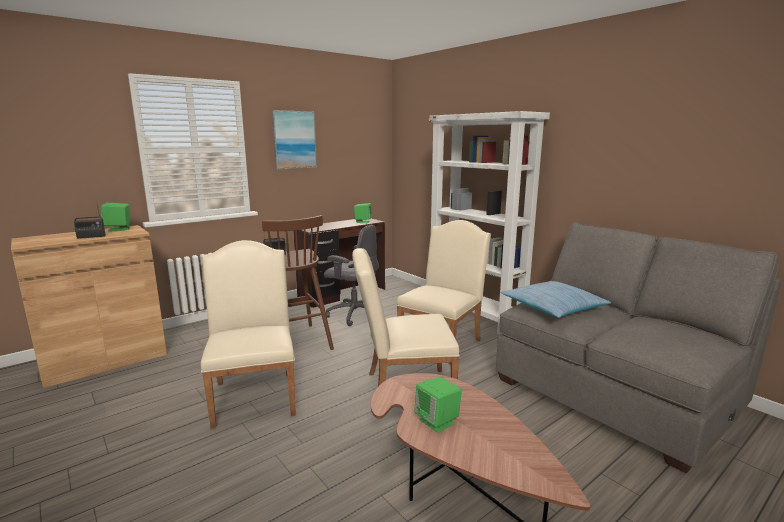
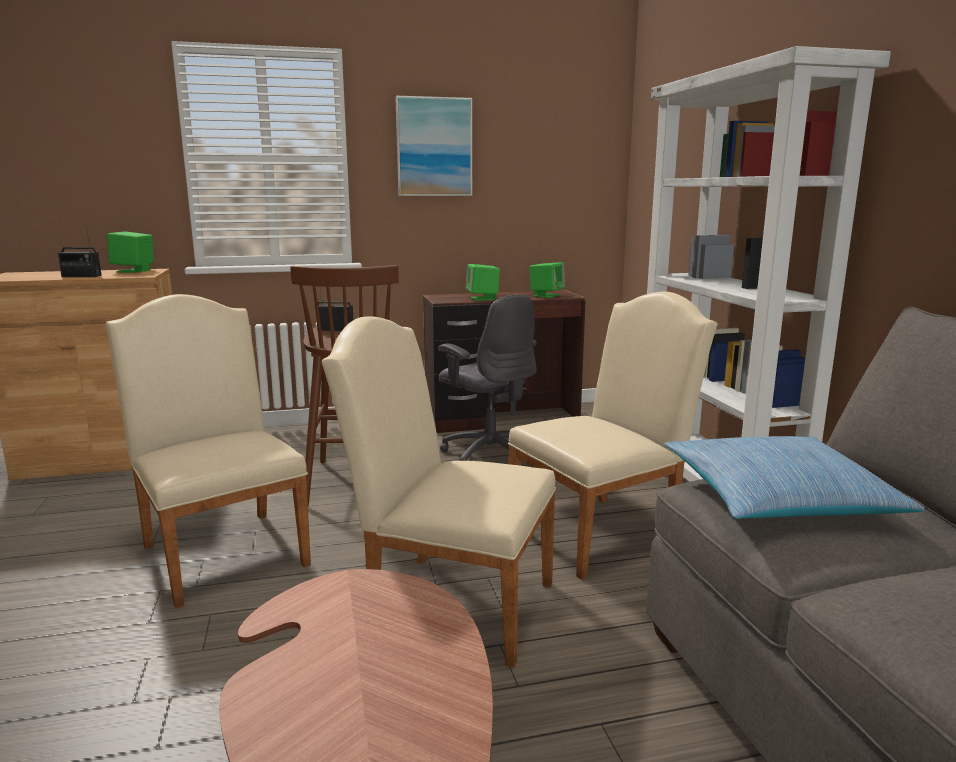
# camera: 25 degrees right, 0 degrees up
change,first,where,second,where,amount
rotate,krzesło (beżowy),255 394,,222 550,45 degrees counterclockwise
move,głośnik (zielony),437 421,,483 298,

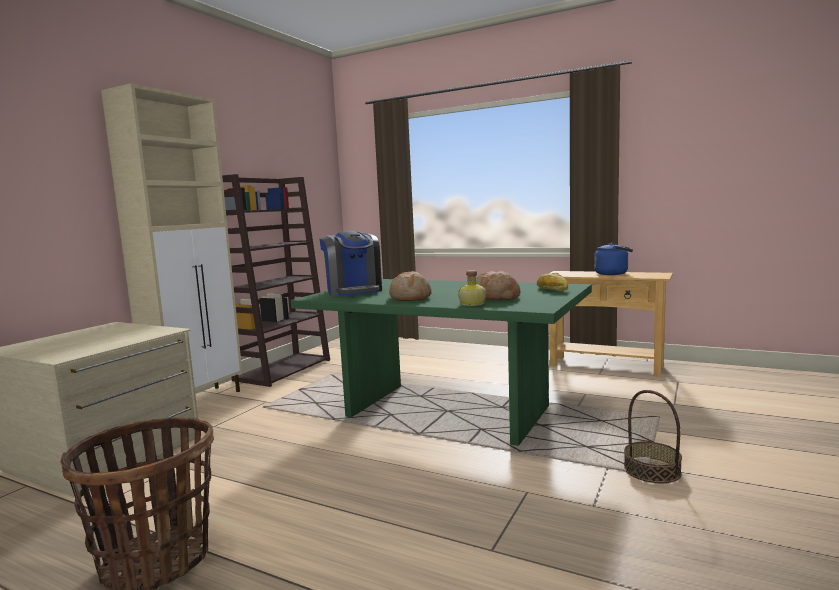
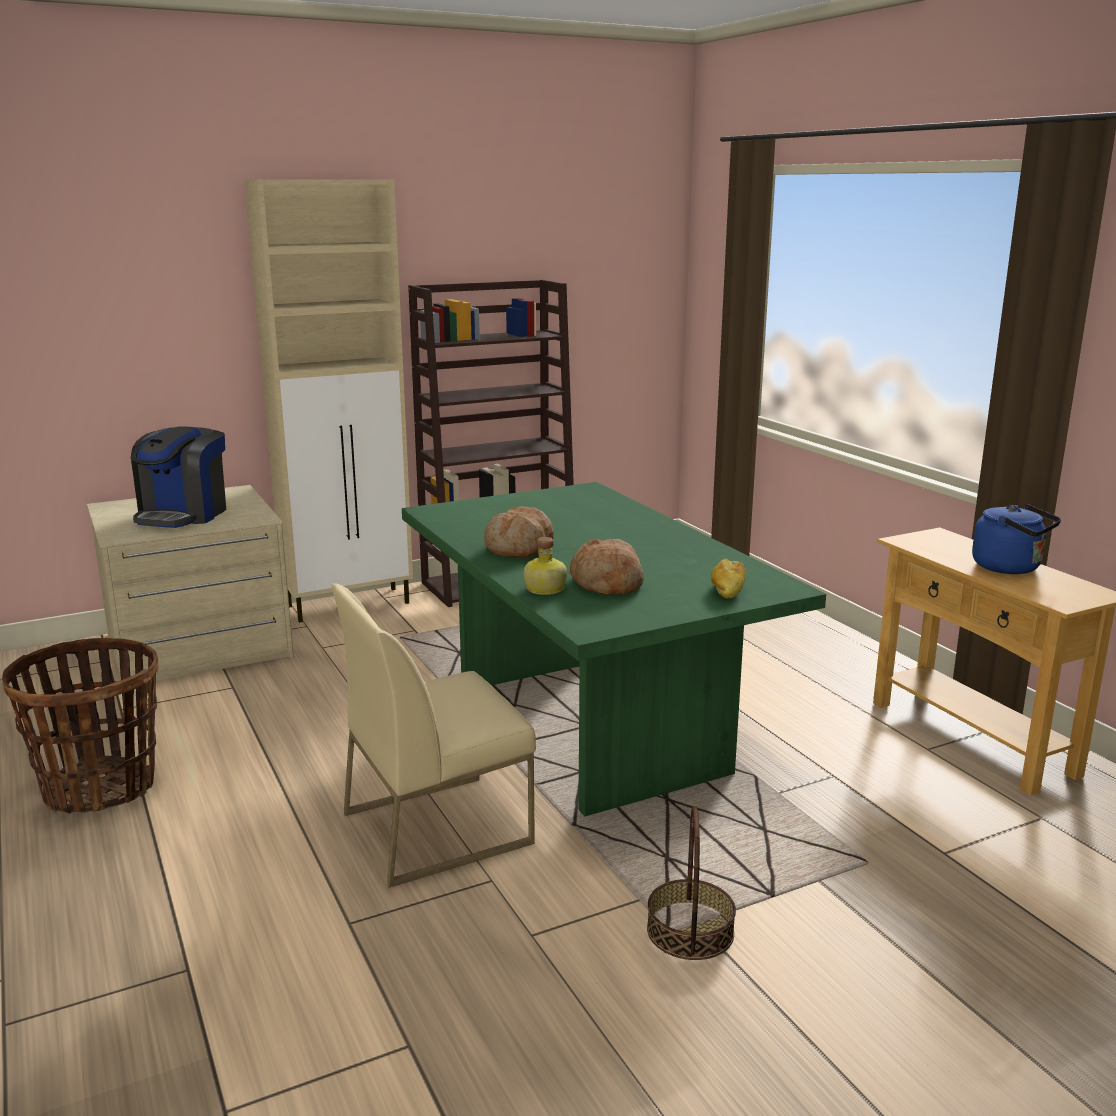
# camera: 35 degrees right, 10 degrees up
change,first,where,second,where,amount
move,ekspres do kawy,353 291,,183 515,
insert,,,krzesło (beżowy),438 827,

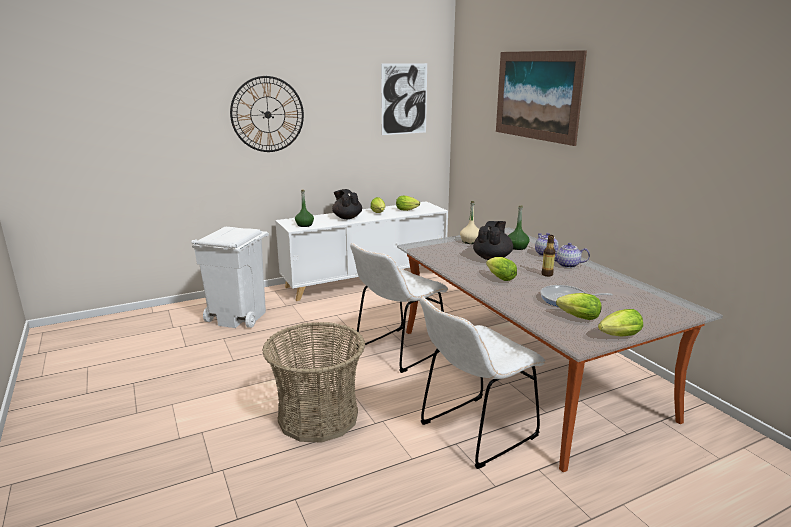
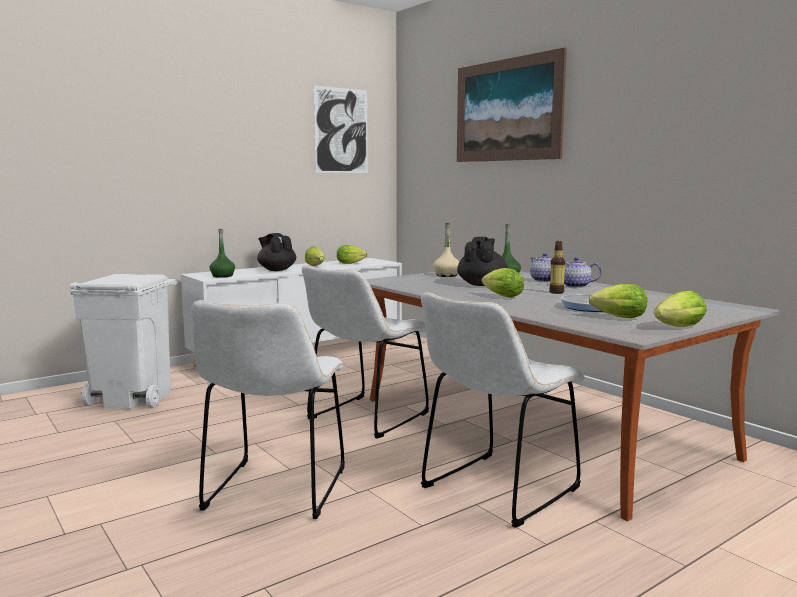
# camera: 10 degrees left, 10 degrees down
change,first,where,second,where,amount
delete,zegar ścienny,267 114,,,
replace,koszyk,318 417,krzesło (biały),274 492,

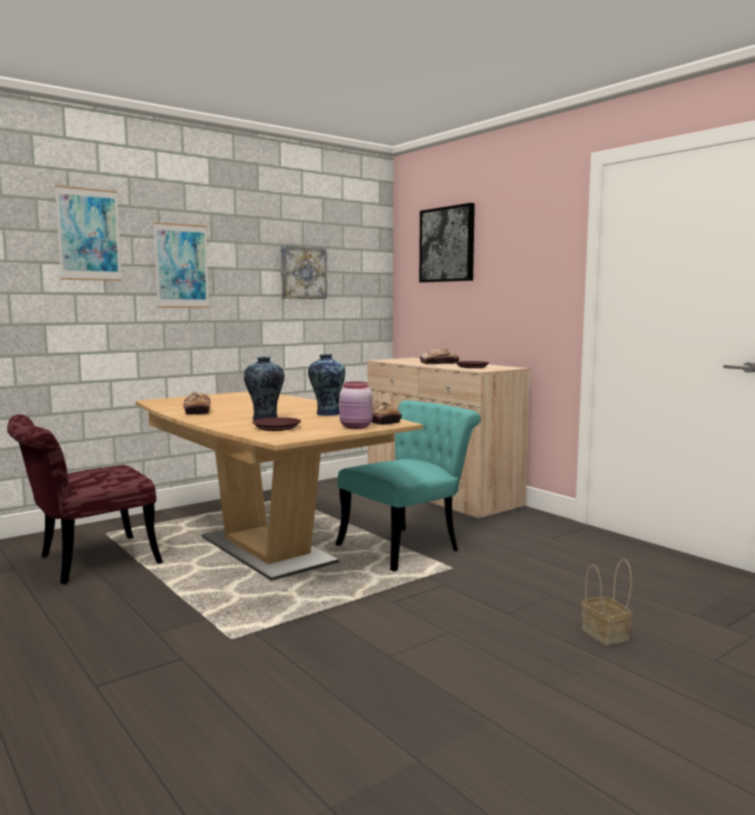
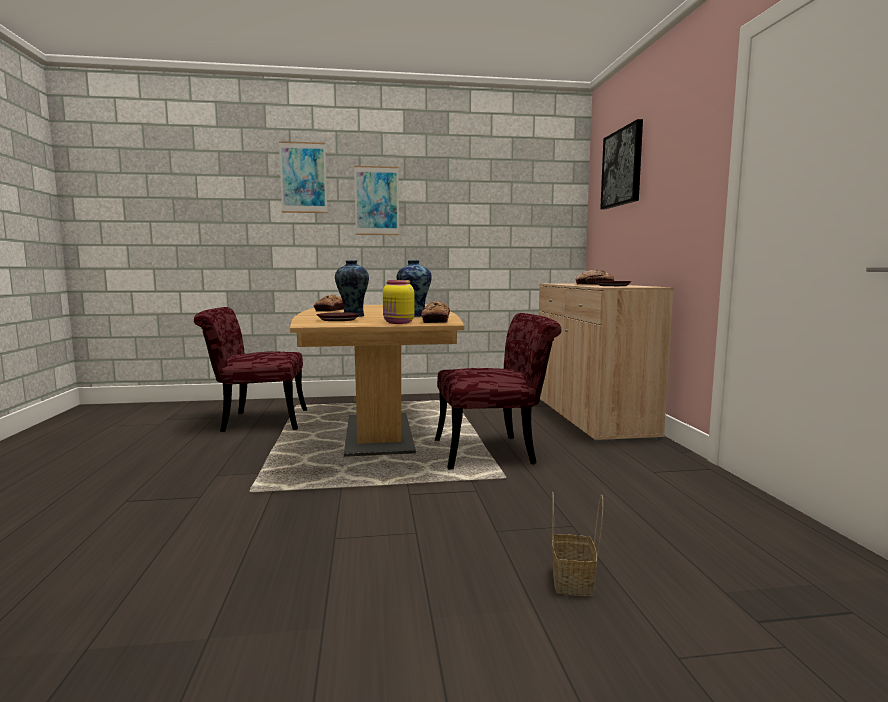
# camera: 30 degrees right, 0 degrees up
change,first,where,second,where,amount
delete,obraz,302 273,,,
recolor,krzesło (turkusowy),407 545,krzesło (czerwony),495 451,
recolor,słoik (różowy),356 427,słoik (żółty),398 323,

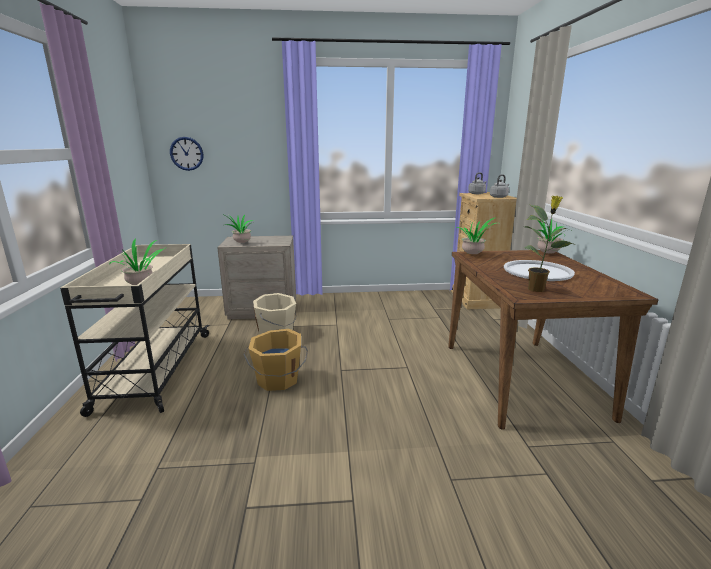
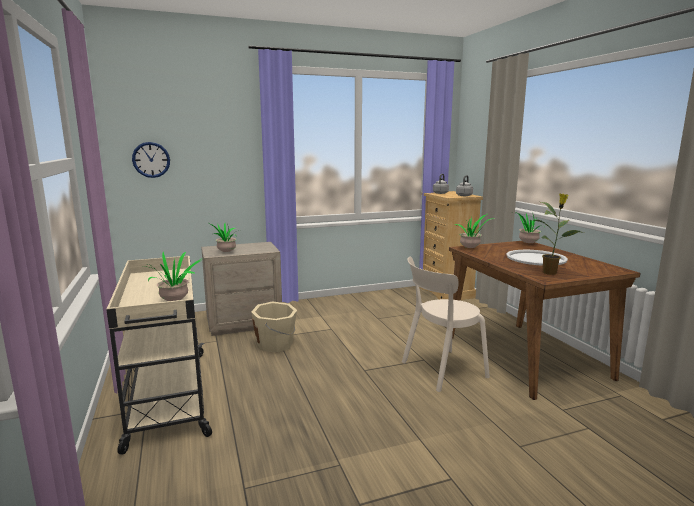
# camera: 15 degrees left, 5 degrees down
change,first,where,second,where,amount
delete,wiadro (pomarańczowy),278 380,,,
insert,,,krzesło (beżowy),440 370,

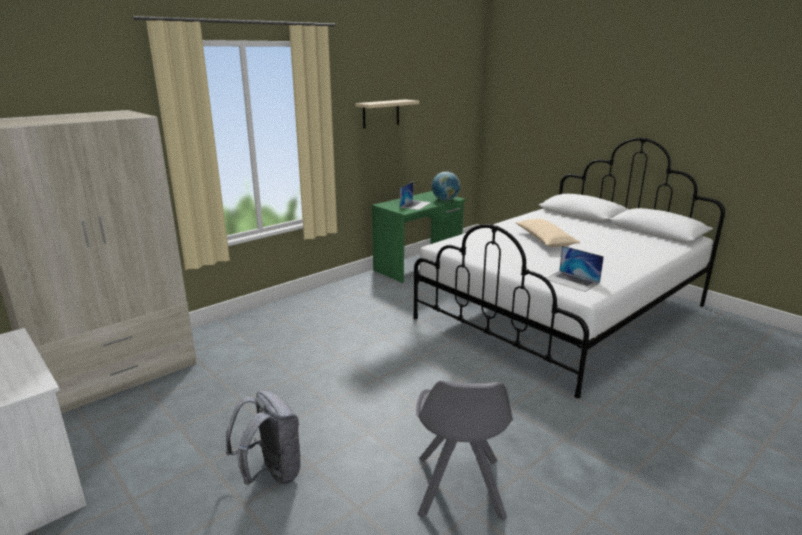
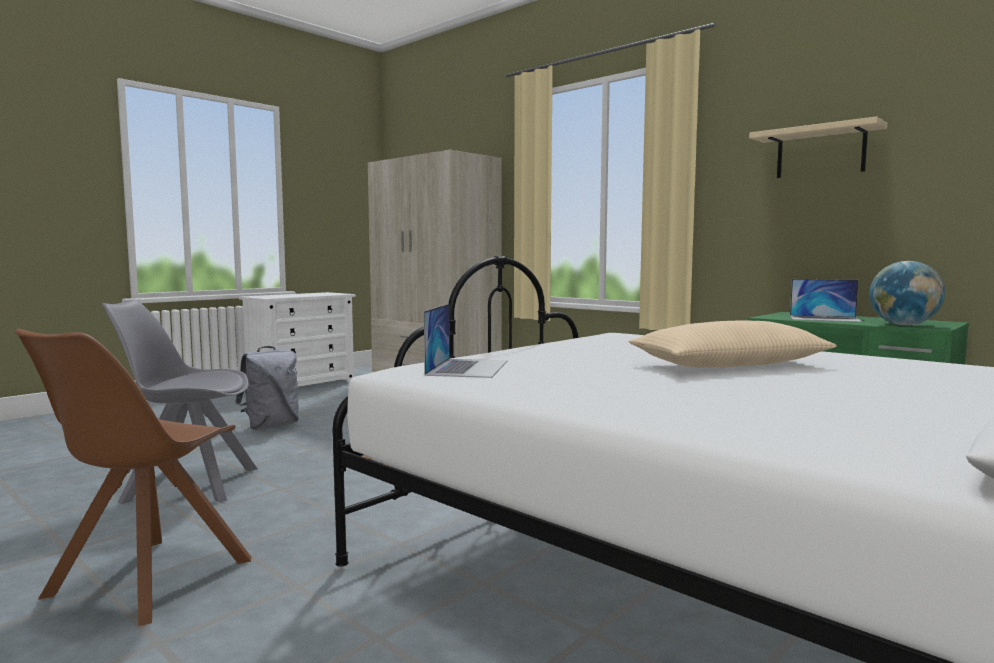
# camera: 85 degrees right, 15 degrees down
change,first,where,second,where,amount
rotate,laptop,572 281,,468 368,150 degrees clockwise
insert,,,krzesło (brązowy),146 581,

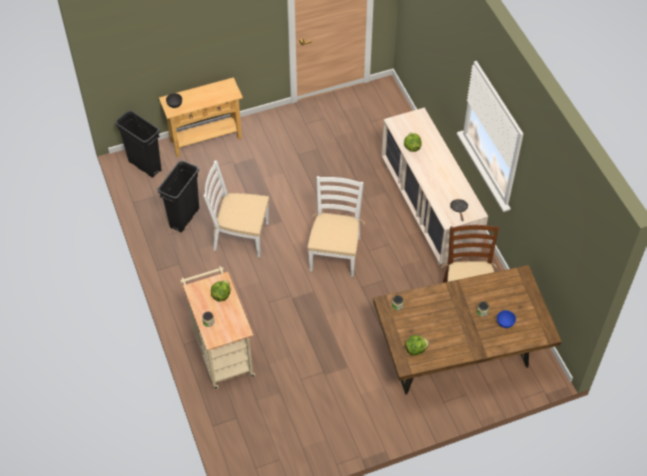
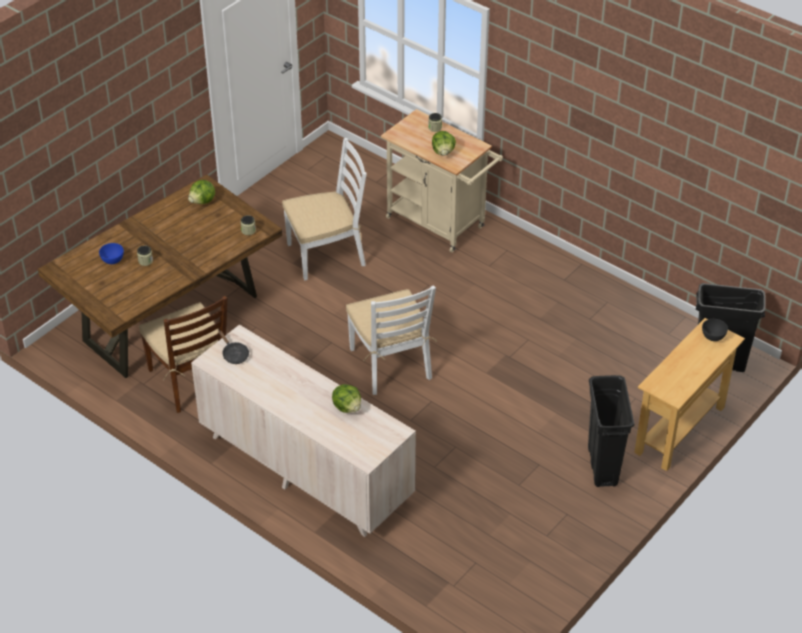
# camera: 150 degrees right, 10 degrees down
change,first,where,second,where,amount
move,kosz na śmieci (czarny),184 218,,602 466,
move,krzesło (biały),240 236,,327 254,

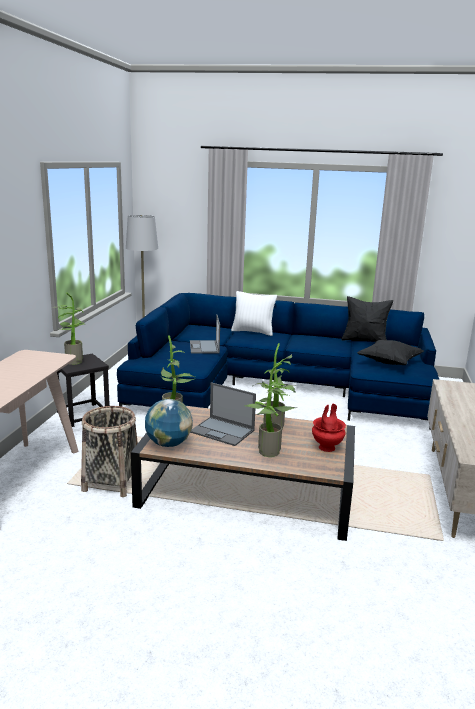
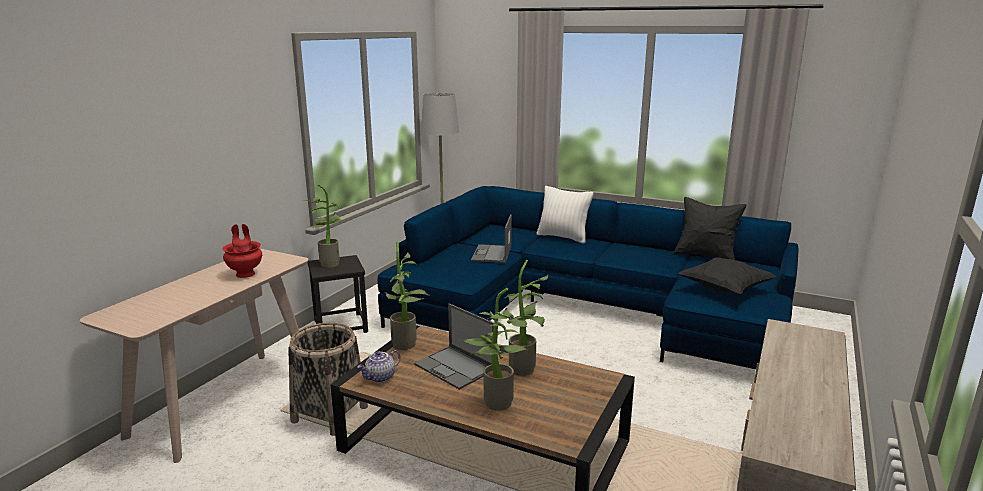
# camera: 15 degrees right, 0 degrees up
change,first,where,second,where,amount
replace,globus,168 444,imbryk,380 378,
move,wazon (czerwony),327 447,,246 274,

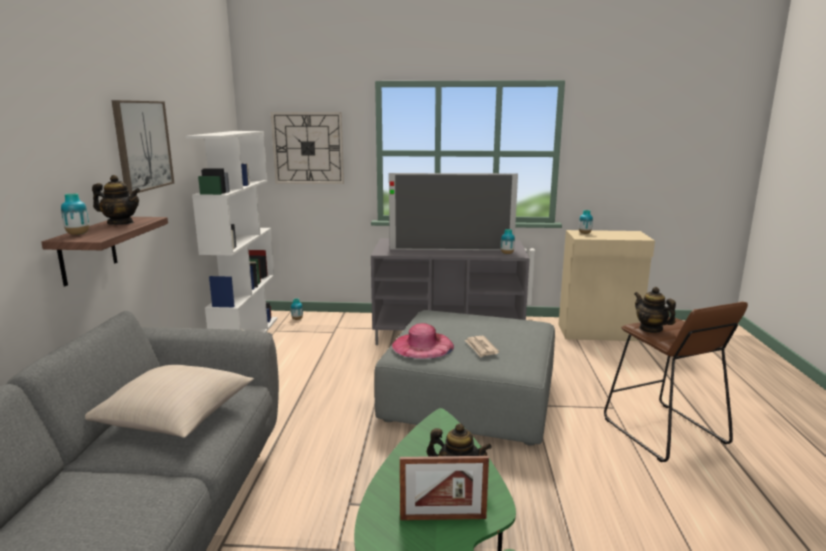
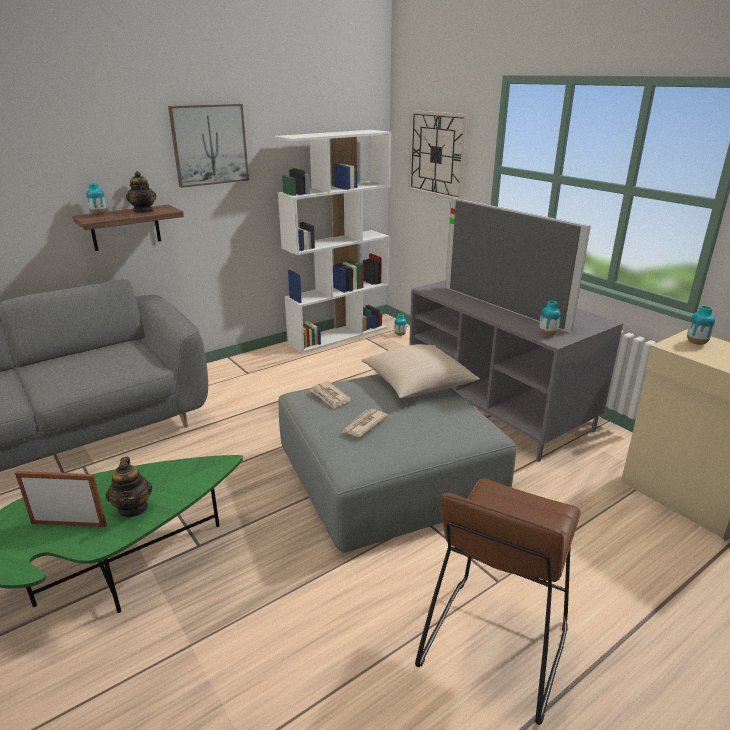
# camera: 50 degrees right, 10 degrees up
change,first,where,second,where,amount
move,poduszka (beżowy),175 417,,418 384,
replace,kapelusz (różowy),423 345,gazeta,330 396,
rotate,ramka na zdjęcie,443 518,,69 524,135 degrees clockwise
delete,imbryk,650 329,,,

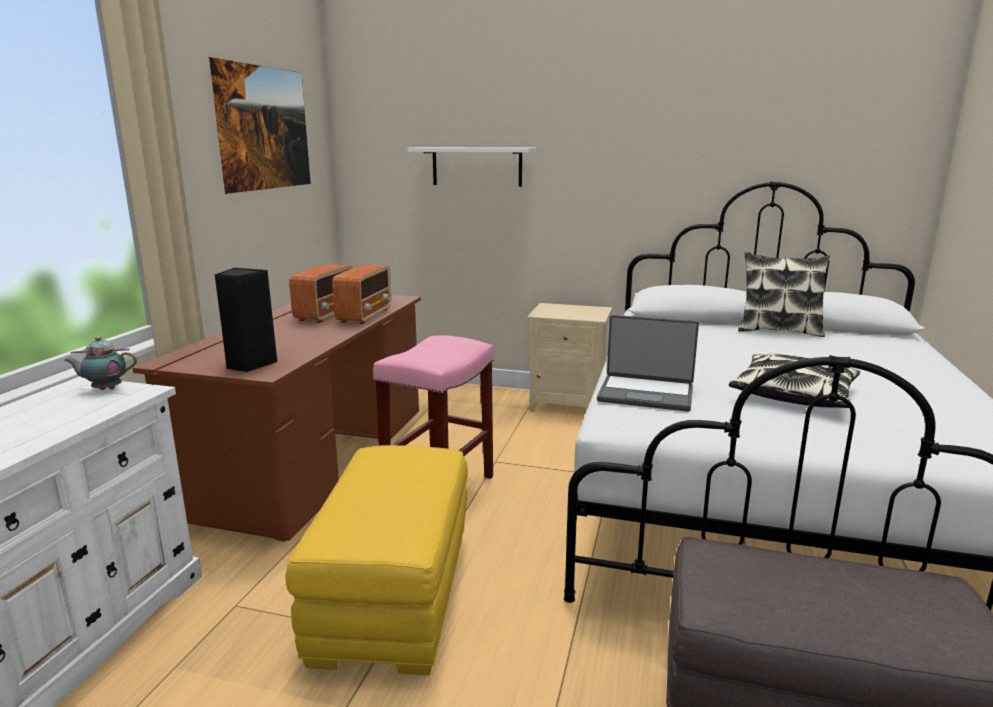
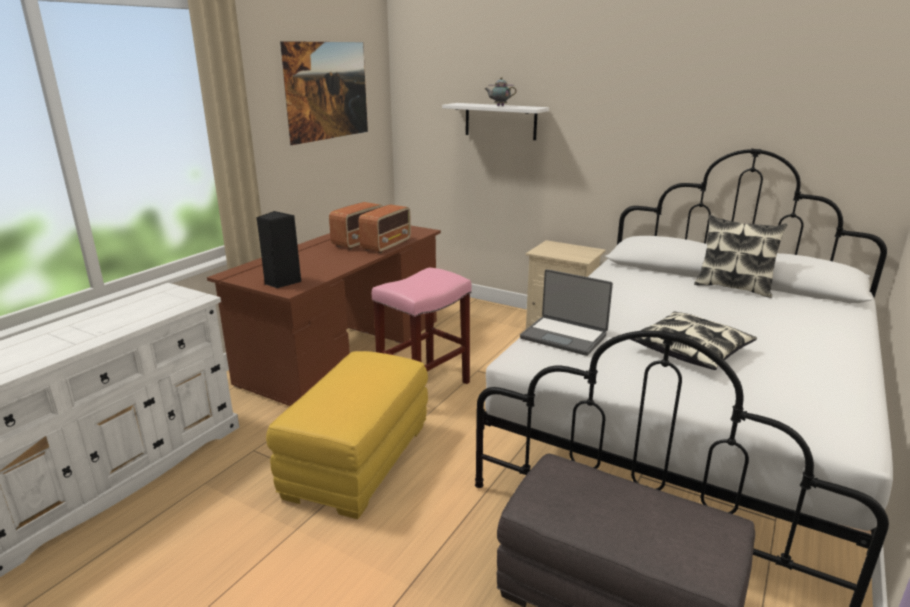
# camera: 15 degrees right, 5 degrees up
change,first,where,second,where,amount
move,imbryk,105 389,,499 106,

